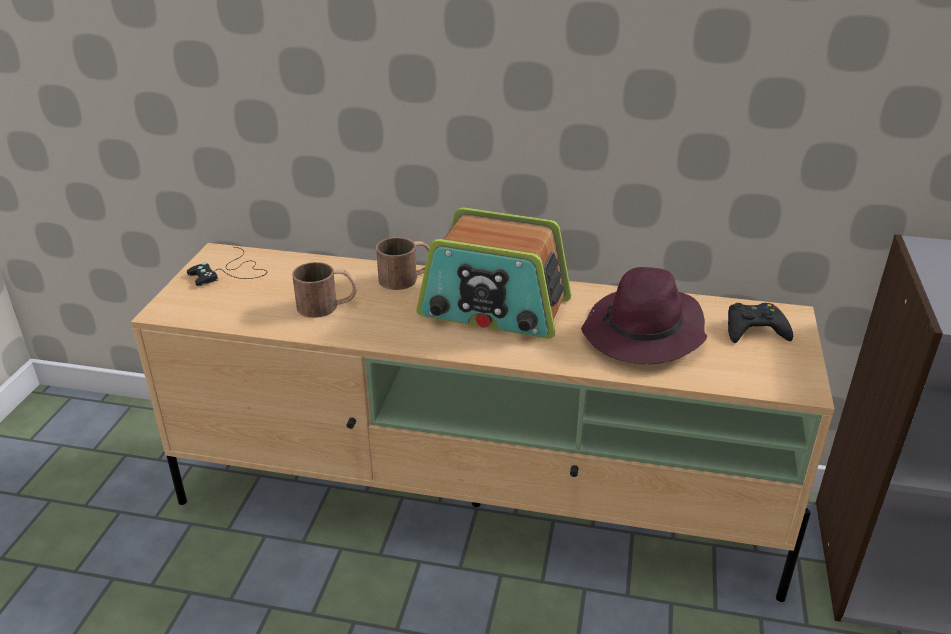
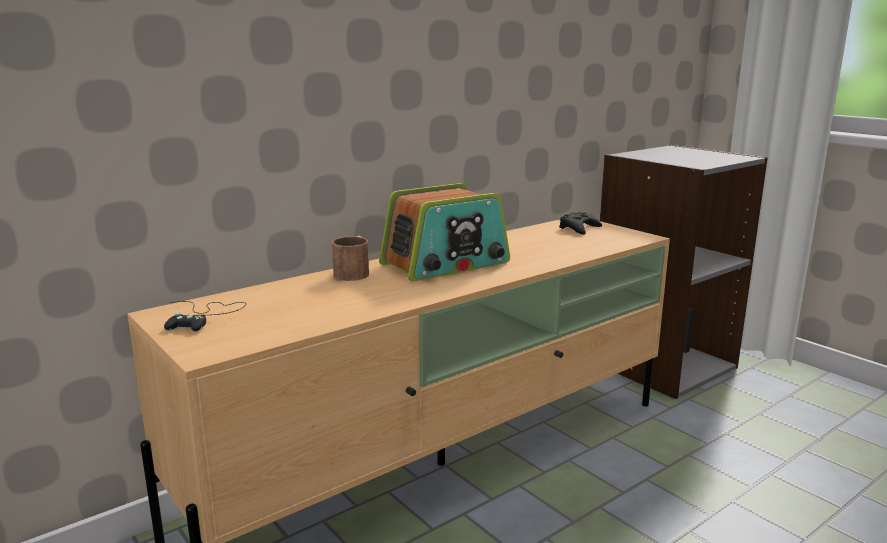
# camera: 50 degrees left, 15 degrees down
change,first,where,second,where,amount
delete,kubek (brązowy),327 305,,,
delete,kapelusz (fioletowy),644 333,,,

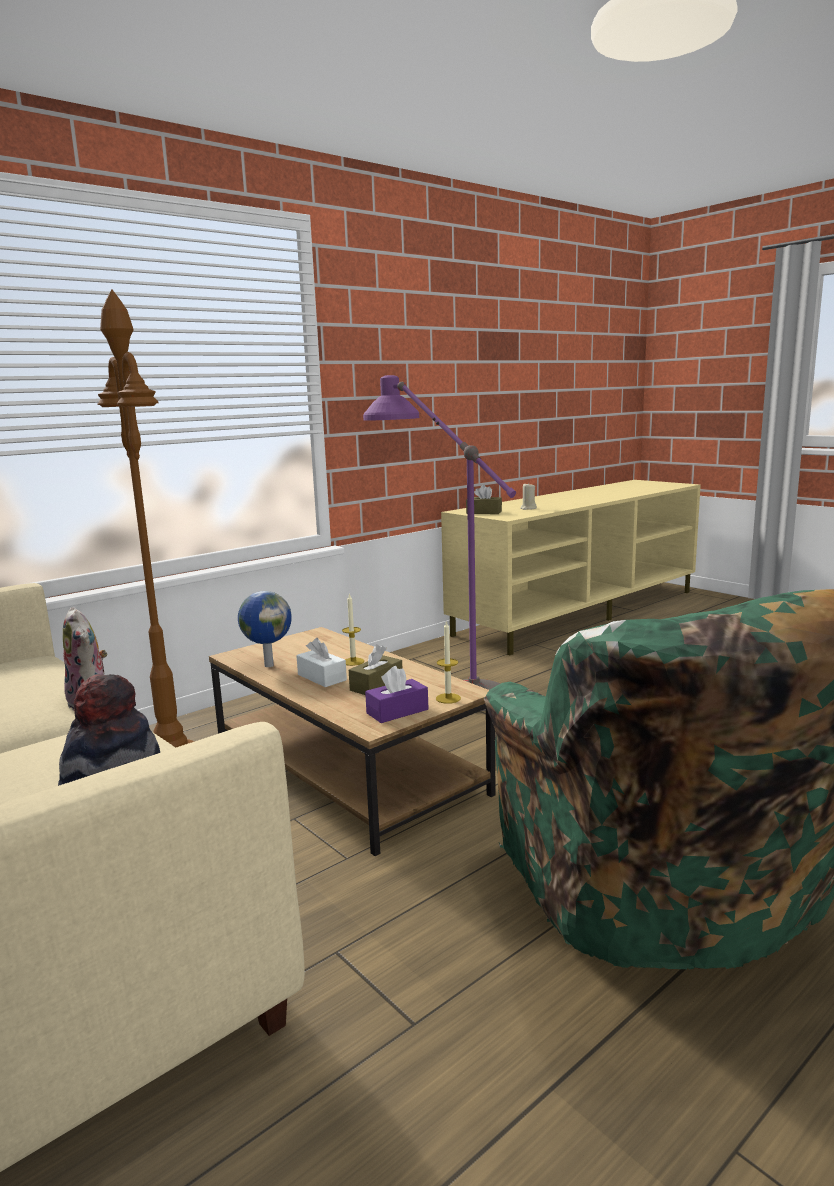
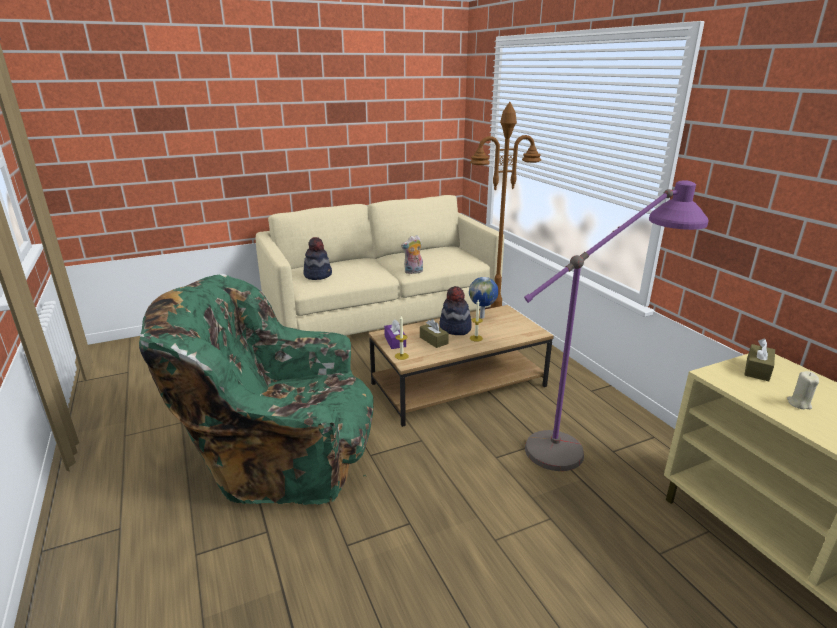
# camera: 105 degrees right, 10 degrees up
change,first,where,second,where,amount
replace,pudełko chusteczek (biały),322 677,kapelusz,455 328,

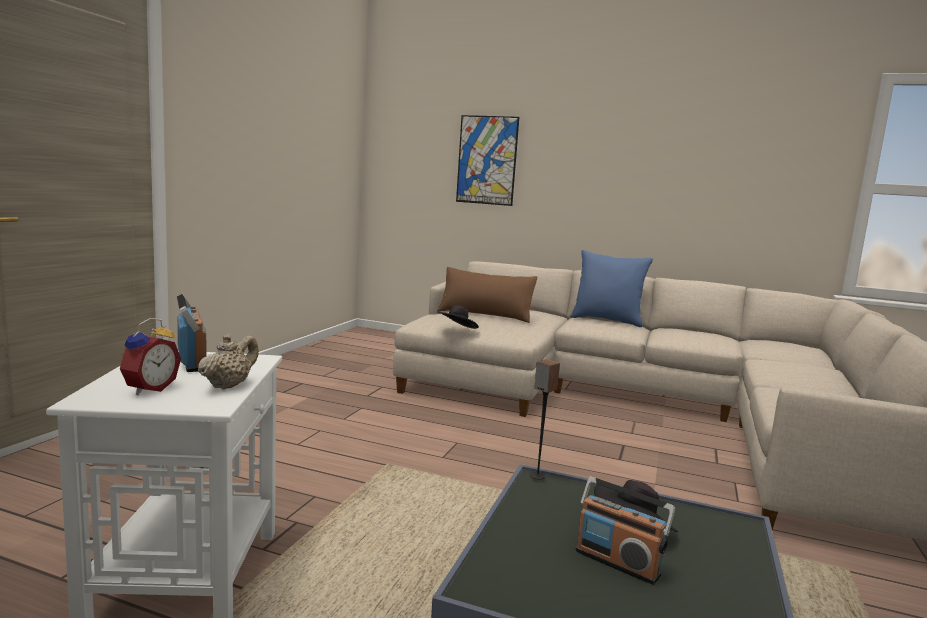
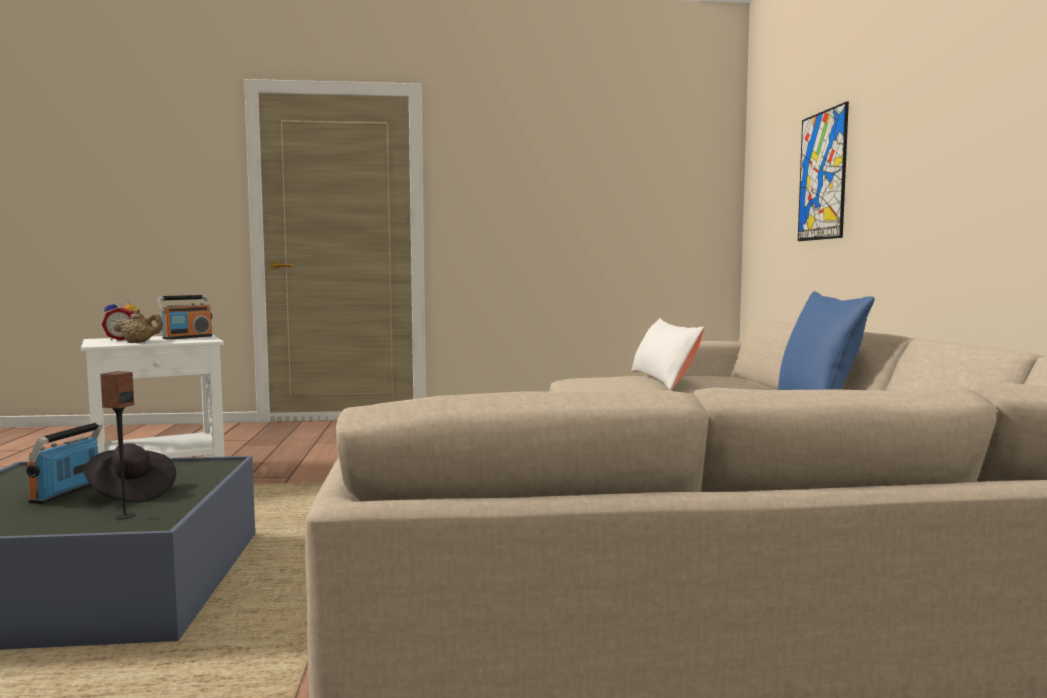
# camera: 65 degrees right, 5 degrees down
change,first,where,second,where,amount
recolor,poduszka (brązowy),485 314,poduszka (biały),664 379,
delete,kapelusz (czarny),457 330,,,
move,głośnik,537 476,,124 516,

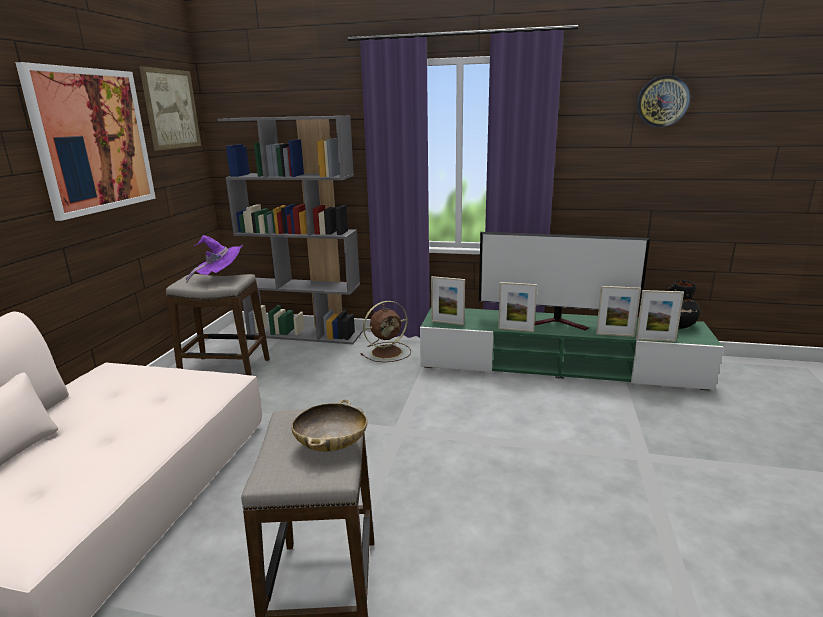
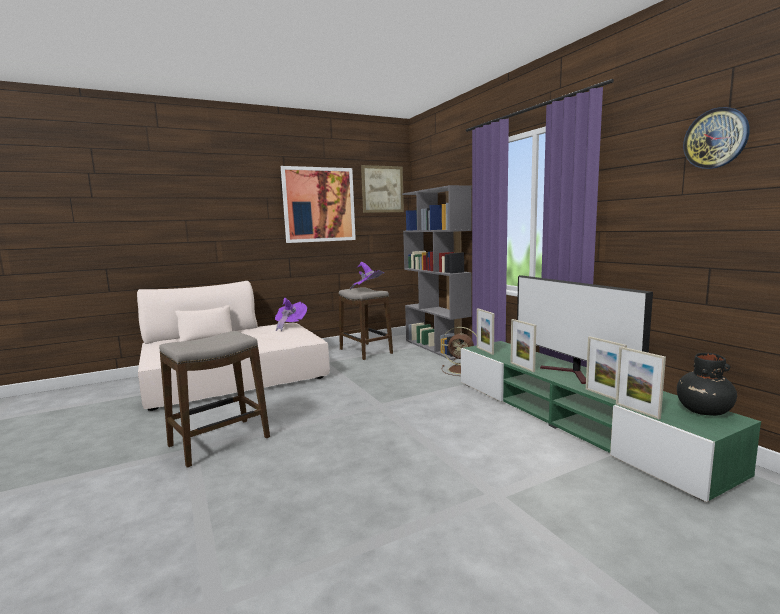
# camera: 50 degrees right, 10 degrees down
change,first,where,second,where,amount
delete,miska (beżowy),331 445,,,
insert,,,kapelusz (fioletowy),290 326,

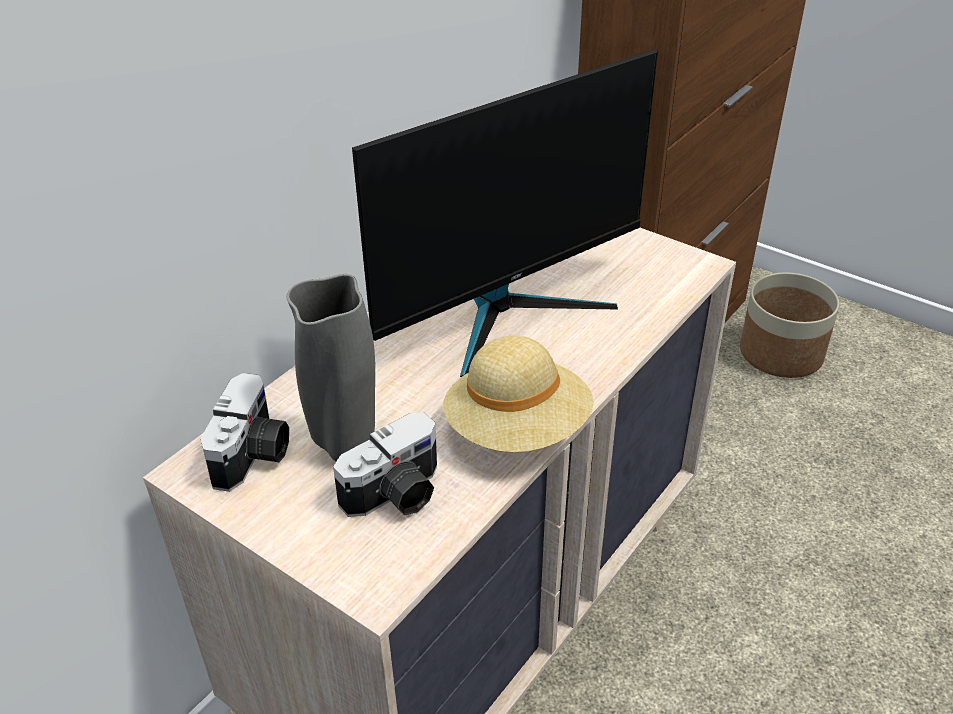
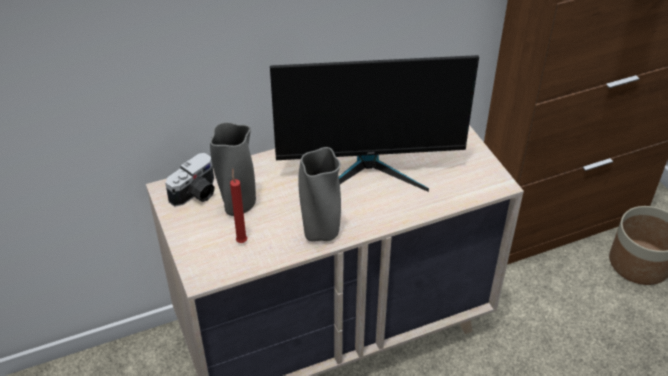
# camera: 30 degrees right, 5 degrees up
change,first,where,second,where,amount
replace,aparat fotograficzny,397 495,świeca (czerwony),241 240,
replace,kapelusz (beżowy),517 429,wazon (szary),320 233,

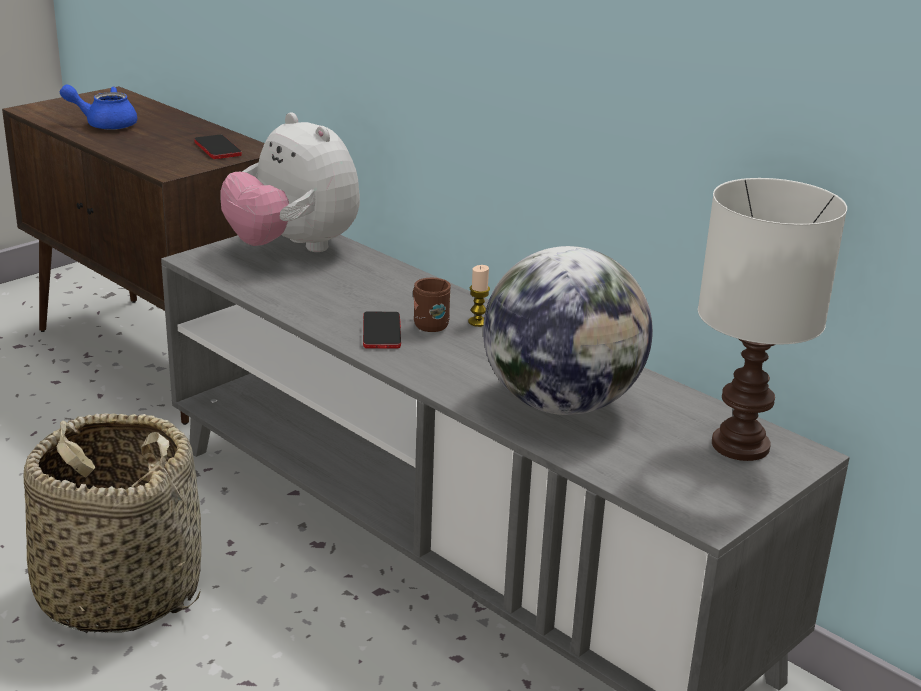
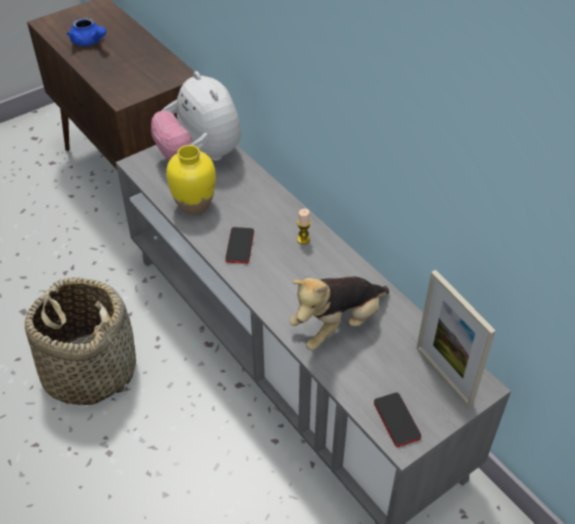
# camera: 10 degrees right, 20 degrees up
change,first,where,second,where,amount
rotate,imbryk (niebieski),105 124,,89 42,150 degrees counterclockwise
move,telefon,217 148,,396 420,
delete,kubek (brązowy),428 325,,,
replace,globus,561 403,pluszak,338 325,
replace,lampa stołowa (biały),743 446,ramka na zdjęcie,444 375,
insert,,,wazon (żółty),194 205,

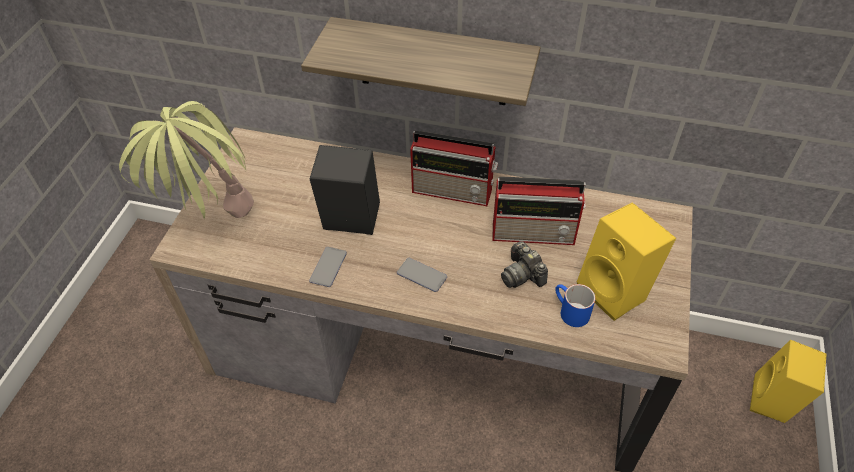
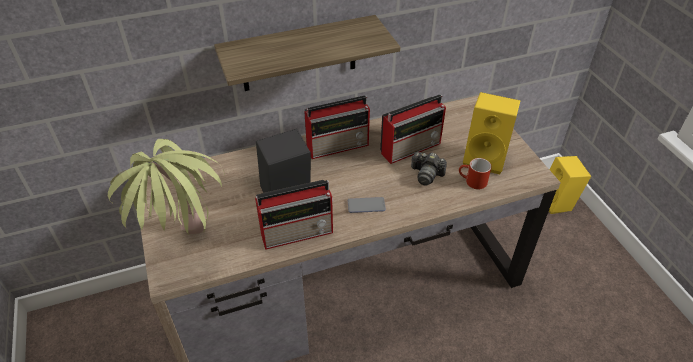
# camera: 35 degrees left, 5 degrees down
change,first,where,second,where,amount
replace,telefon,328 267,radio,298 232,
recolor,kubek (niebieski),569 312,kubek (czerwony),472 182,

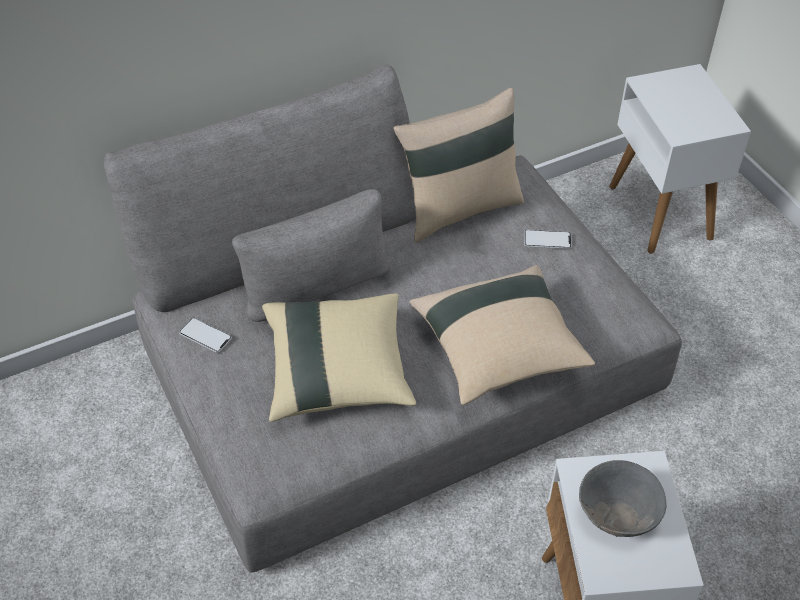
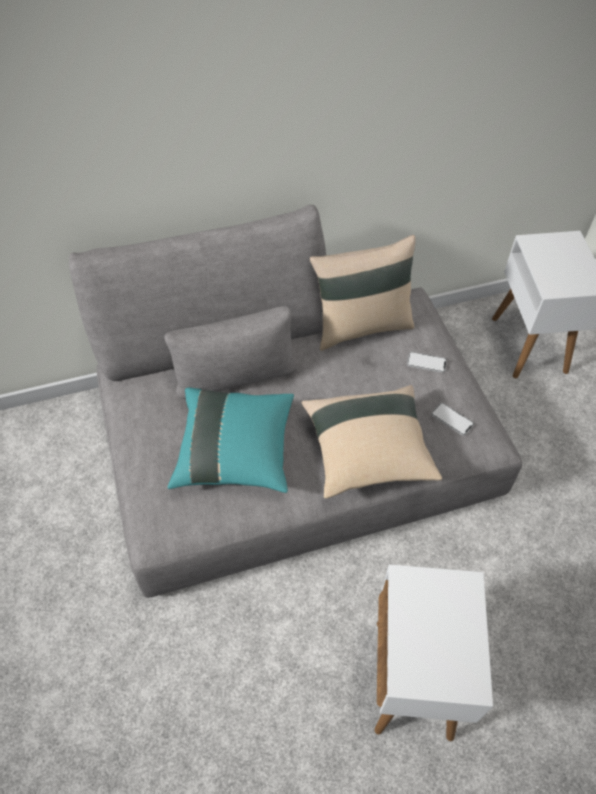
# camera: 10 degrees right, 5 degrees up
change,first,where,second,where,amount
move,telefon,205 336,,452 419,
recolor,poduszka (beżowy),337 372,poduszka (turkusowy),235 451,
delete,miska (szary),616 517,,,

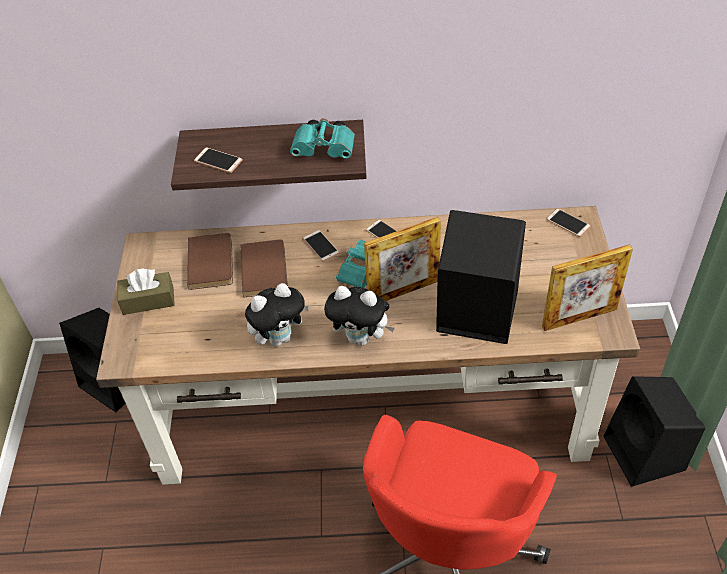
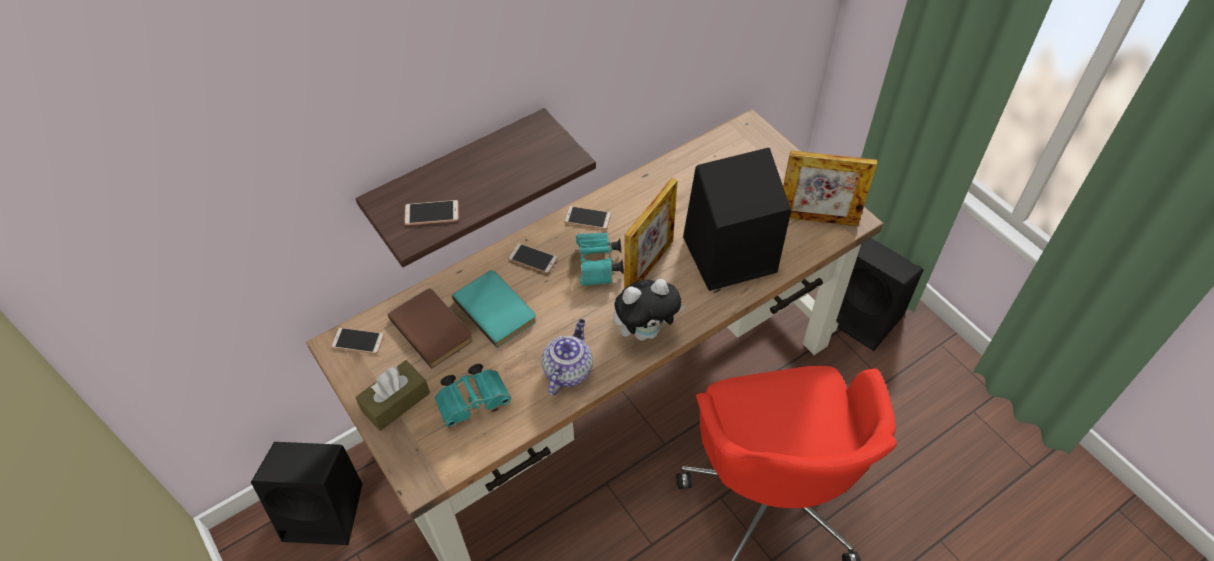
# camera: 35 degrees left, 5 degrees up
change,first,where,second,where,amount
recolor,książka (brązowy),266 270,książka (turkusowy),497 308,
replace,pluszak,280 337,imbryk,568 370,
move,lornetka (turkusowy),326 150,,474 400,
rotate,ramka na zdjęcie,579 318,,817 219,60 degrees clockwise
move,telefon,568 223,,358 341,

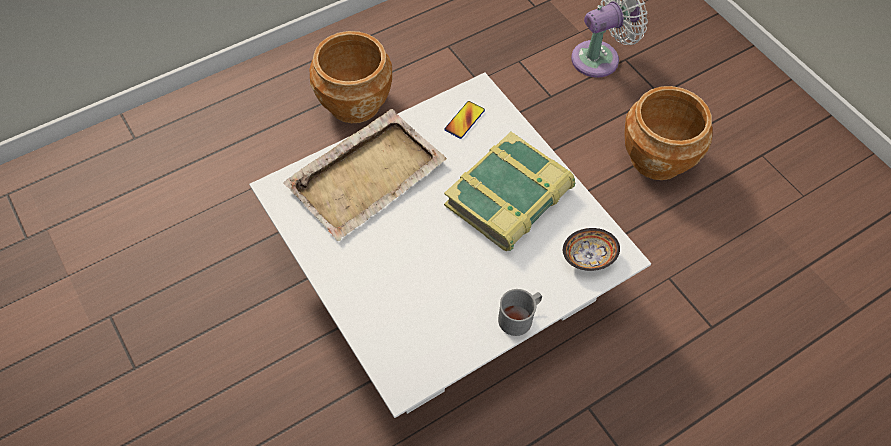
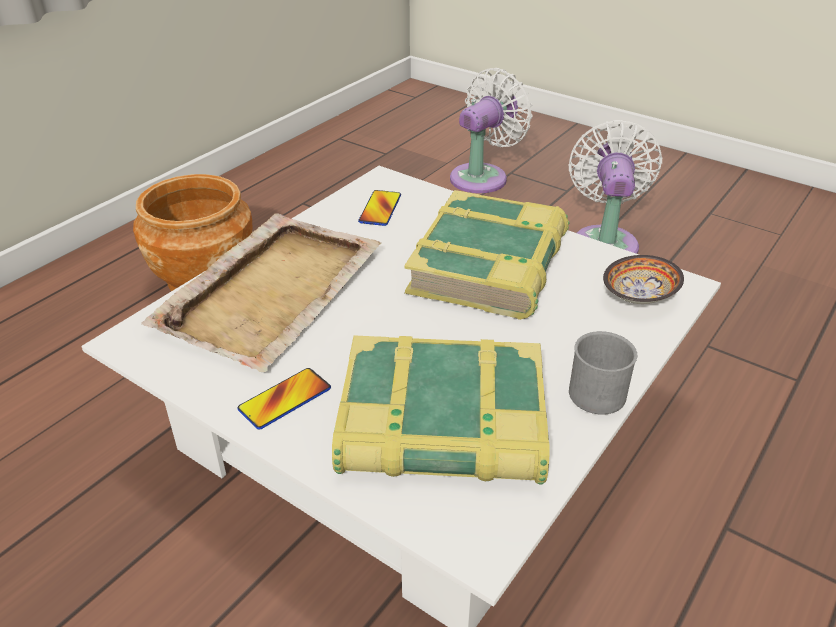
# camera: 20 degrees left, 20 degrees down
change,first,where,second,where,amount
replace,donica (brązowy),656 158,wentylator (biały),604 241,
insert,,,telefon,285 399,
insert,,,książka,442 425,

